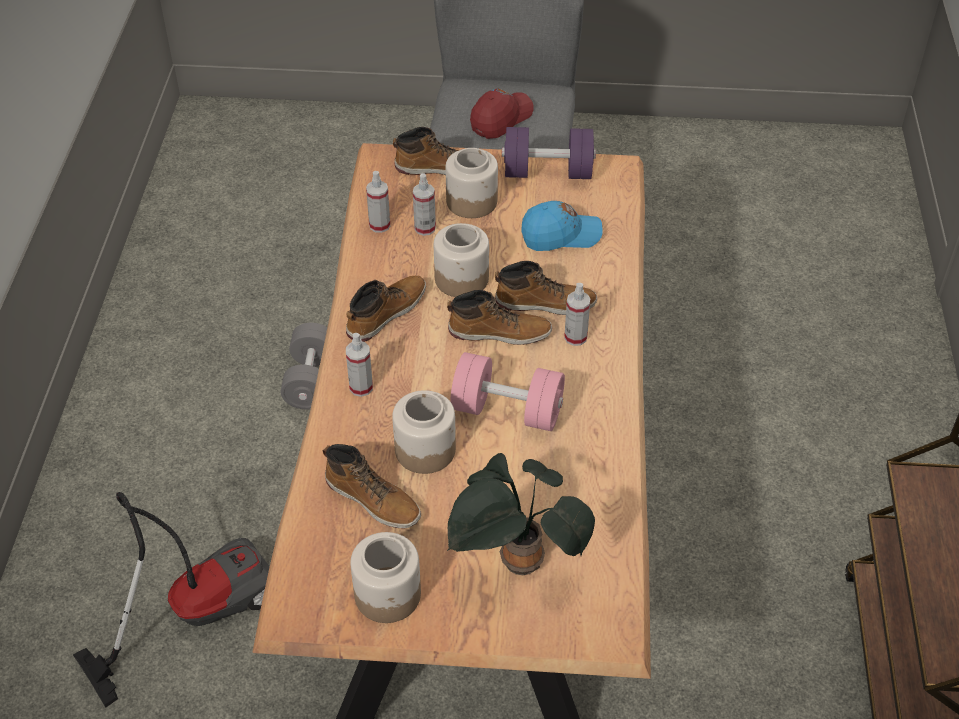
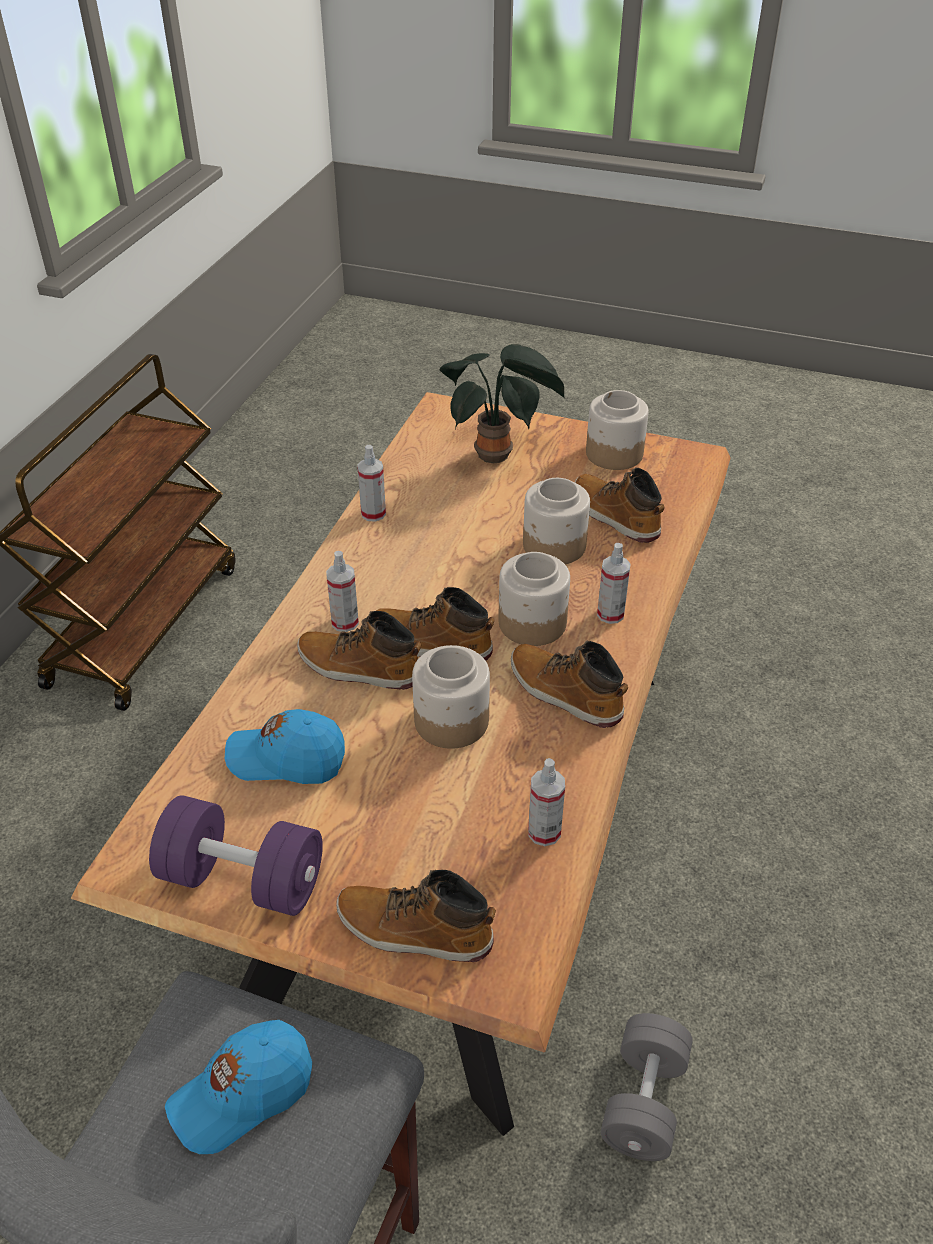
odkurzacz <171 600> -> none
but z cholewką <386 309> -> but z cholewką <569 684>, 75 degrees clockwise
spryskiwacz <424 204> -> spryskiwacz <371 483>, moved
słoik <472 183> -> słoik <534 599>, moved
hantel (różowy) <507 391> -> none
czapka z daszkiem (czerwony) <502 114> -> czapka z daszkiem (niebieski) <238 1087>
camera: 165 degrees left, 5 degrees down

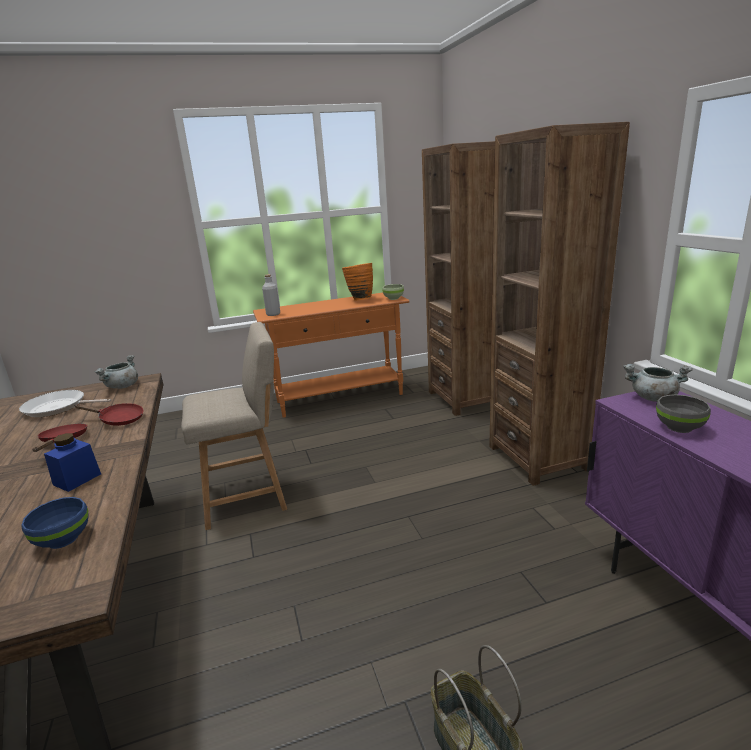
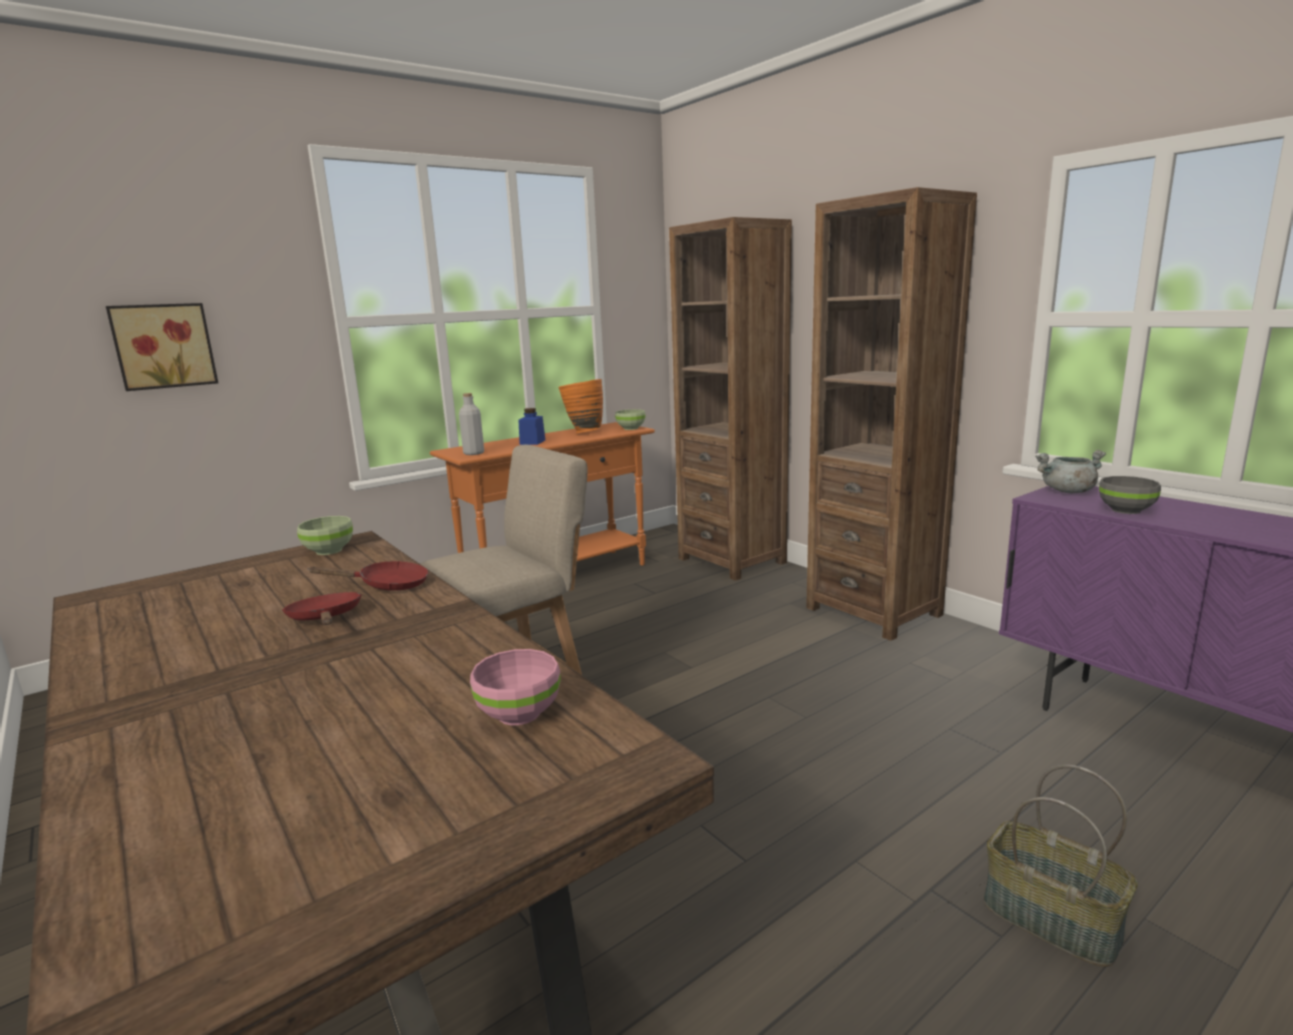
patelnia <65 403> -> none
miska (niebieski) <55 523> -> miska (różowy) <515 687>
słoik (niebieski) <72 462> -> słoik (niebieski) <531 426>, moved
garnek (szary) <116 372> -> miska (zielony) <325 535>
none -> obraz <162 347>
camera: 20 degrees left, 5 degrees down

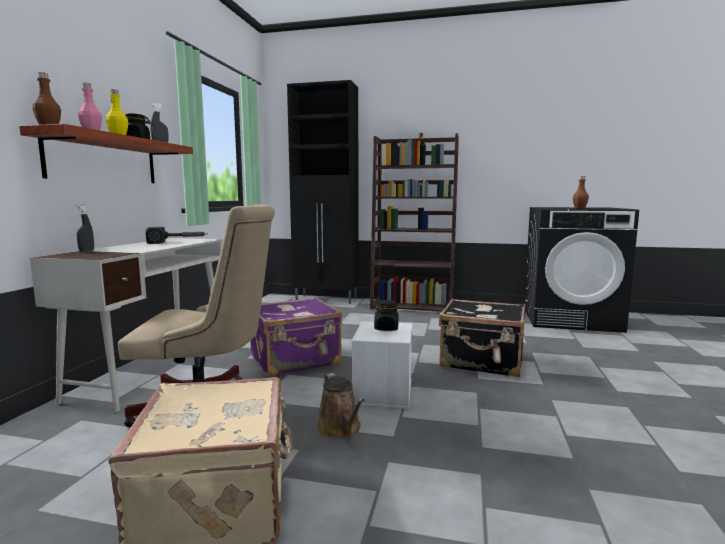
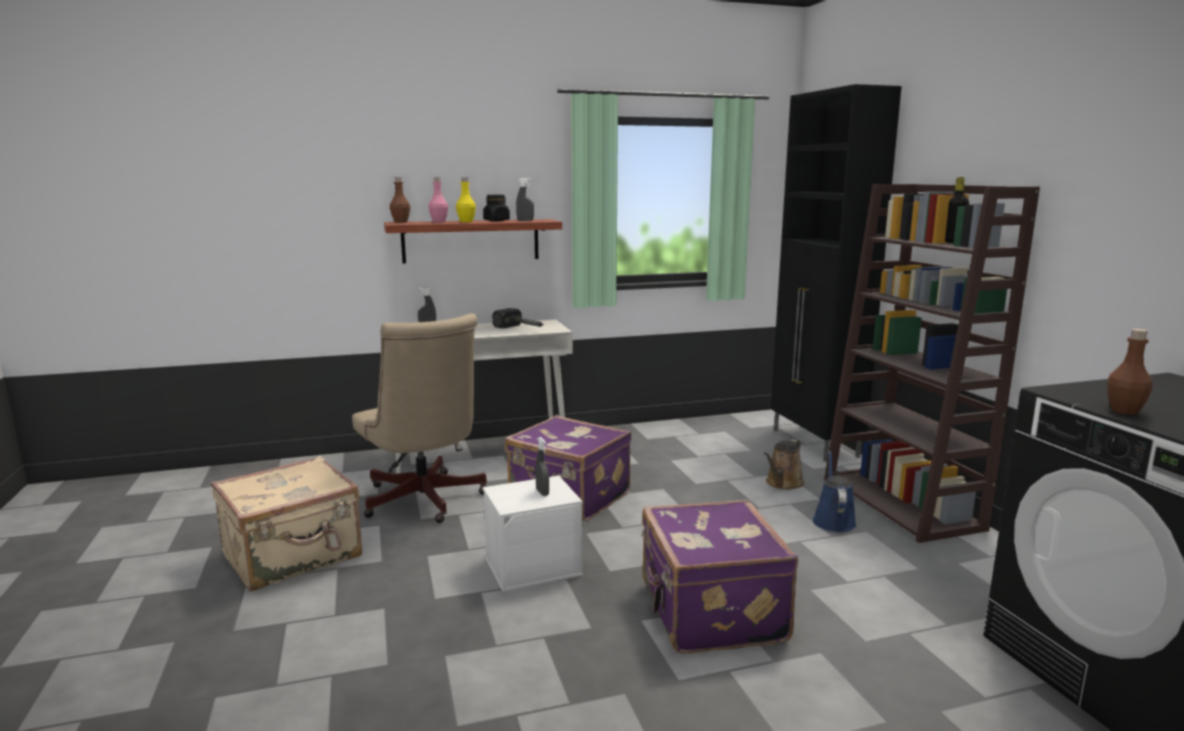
konewka (brązowy) <341 406> -> konewka (brązowy) <784 464>, moved
słoik (czarny) <386 315> -> spryskiwacz (szary) <542 466>
walizka (czarny) <482 338> -> walizka (fioletowy) <719 577>
none -> konewka (niebieski) <834 492>
camera: 60 degrees right, 5 degrees up

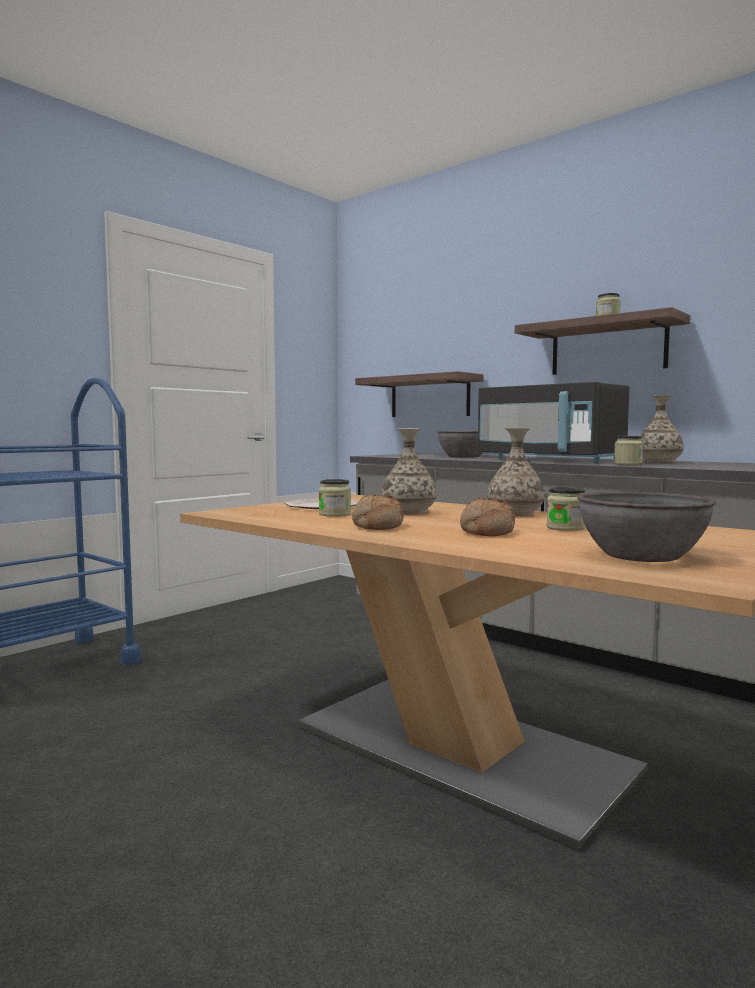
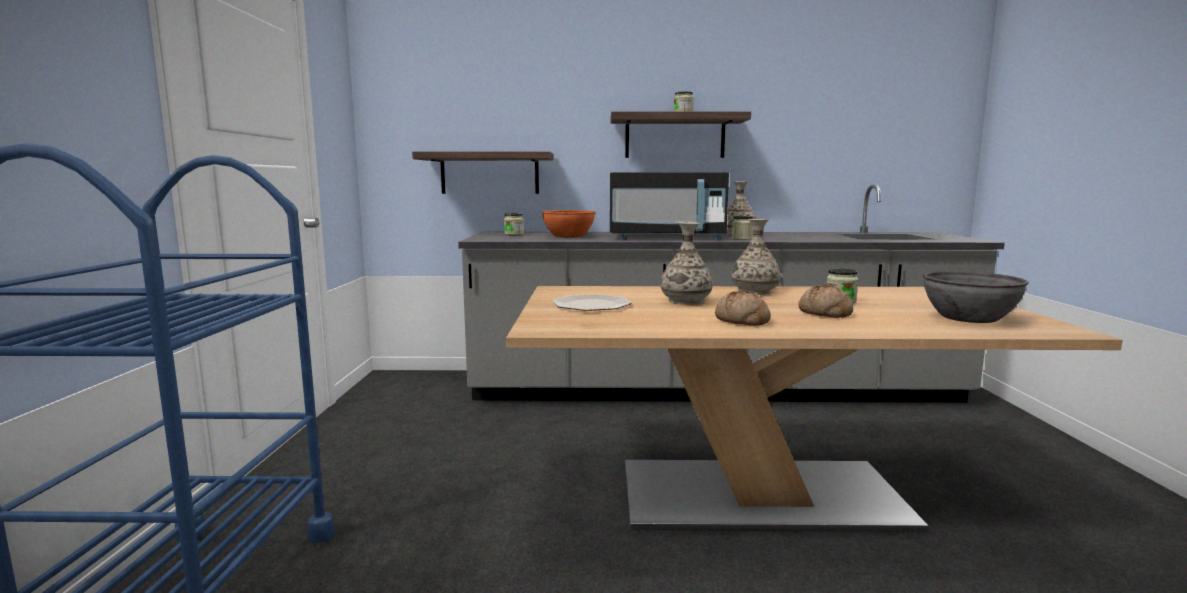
słoik <335 498> -> słoik <514 224>, moved
miska (szary) <460 444> -> miska (pomarańczowy) <569 223>
camera: 40 degrees left, 5 degrees up

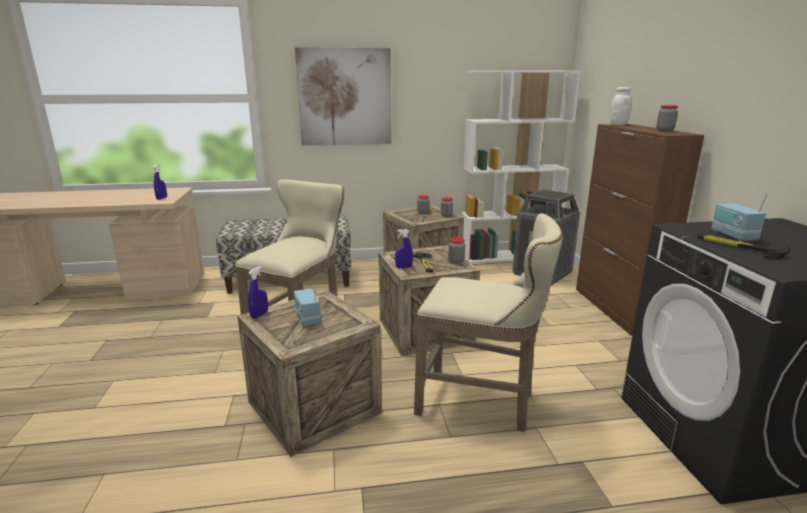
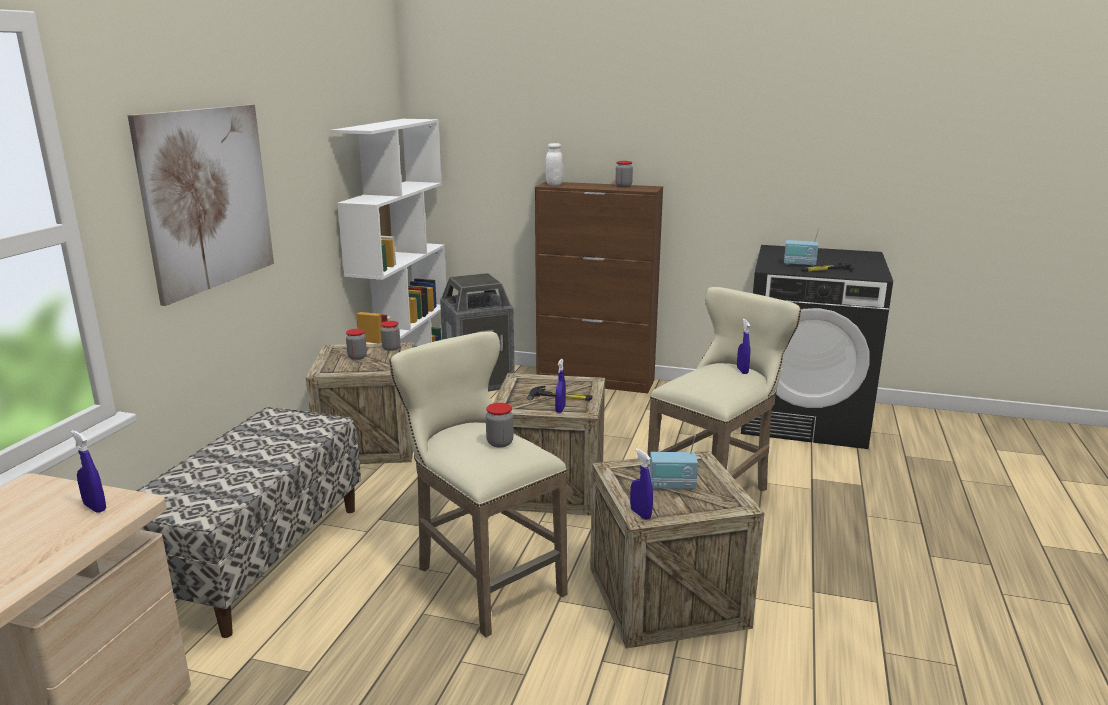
słoik <456 250> -> słoik <499 425>, moved
none -> spryskiwacz (niebieski) <743 346>
camera: 65 degrees left, 0 degrees up

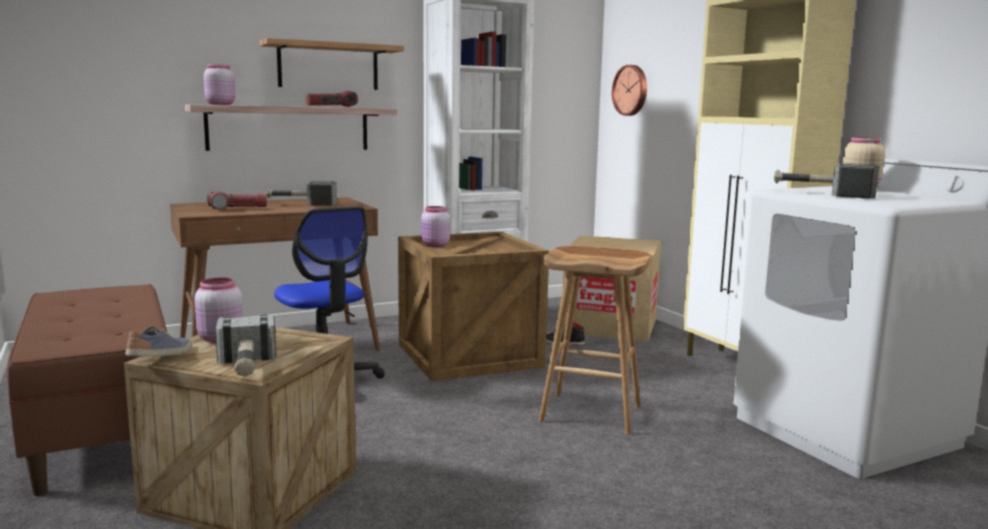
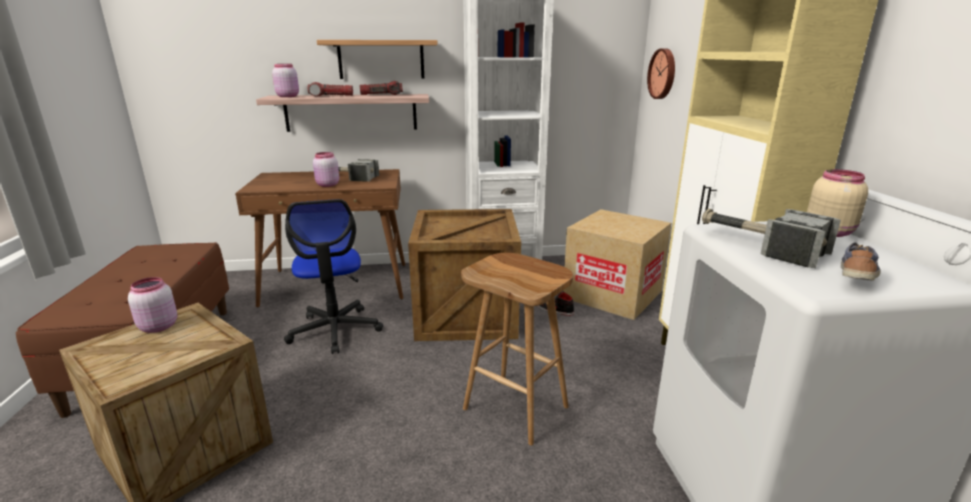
but <158 342> -> but <861 261>, moved
latarka <237 200> -> latarka <330 89>, moved
młotek <245 345> -> none
słoik (różowy) <435 226> -> słoik (różowy) <326 169>, moved
camera: 20 degrees right, 10 degrees up

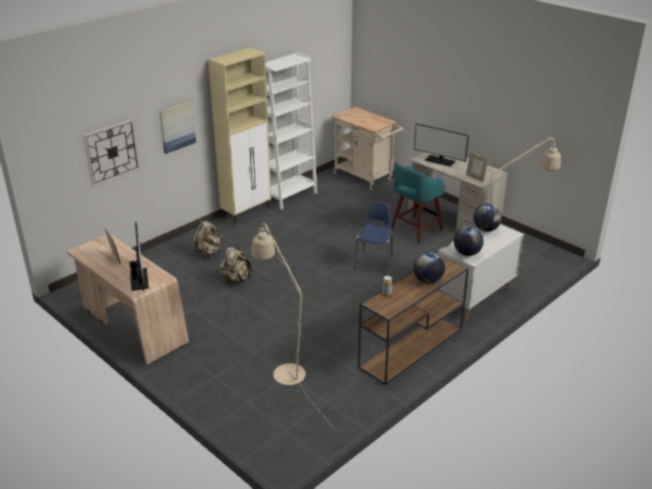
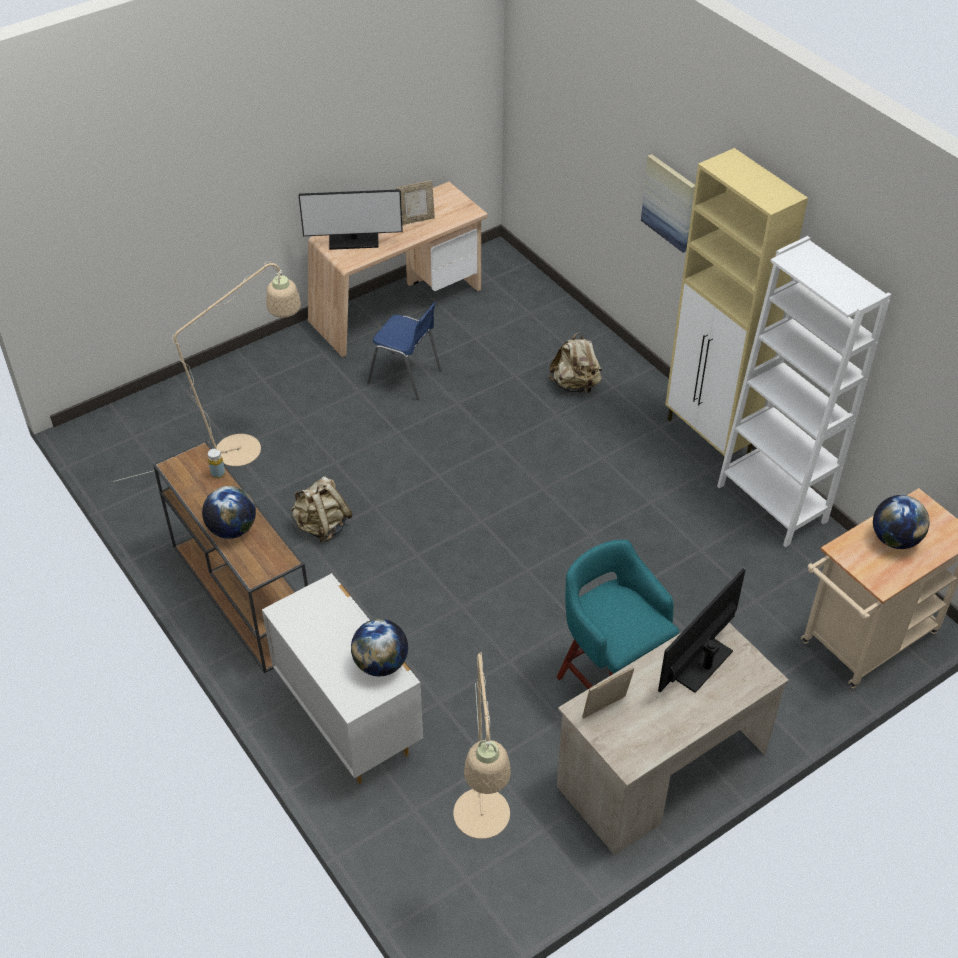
zegar ścienny <111 152> -> none
plecak (beżowy) <236 264> -> plecak (beżowy) <322 509>, moved
krzesło (niebieski) <373 238> -> krzesło (niebieski) <404 351>, moved
globus <469 241> -> globus <901 522>, moved
camera: 100 degrees right, 15 degrees up

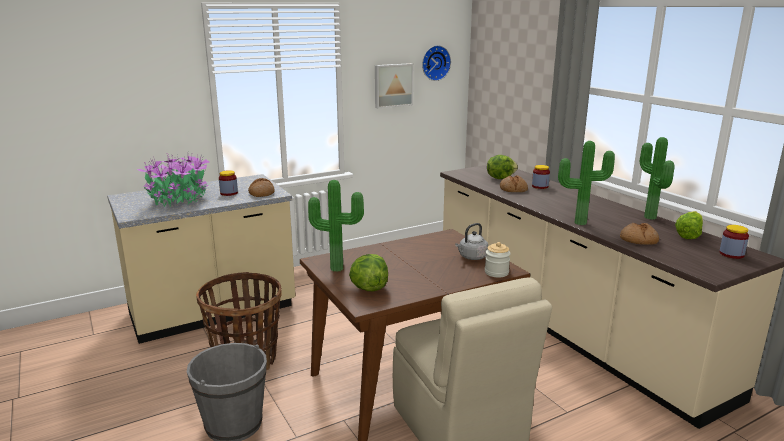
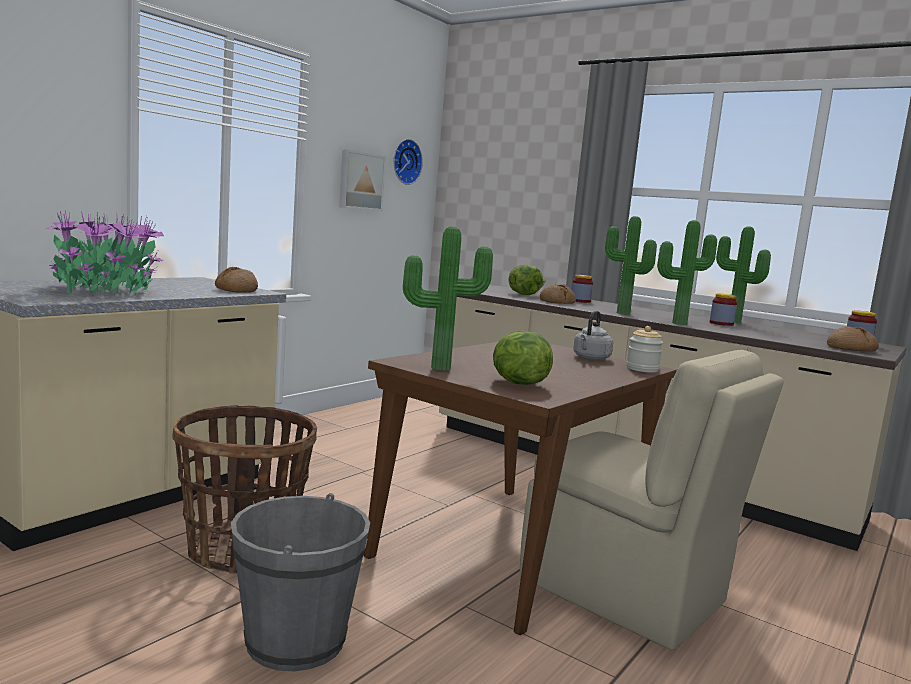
słoik <228 183> -> słoik <723 310>, moved
chleb <639 234> -> chleb <853 339>, moved
sałata <689 225> -> none
none -> roślina doniczkowa <631 265>
camera: 25 degrees left, 10 degrees down

